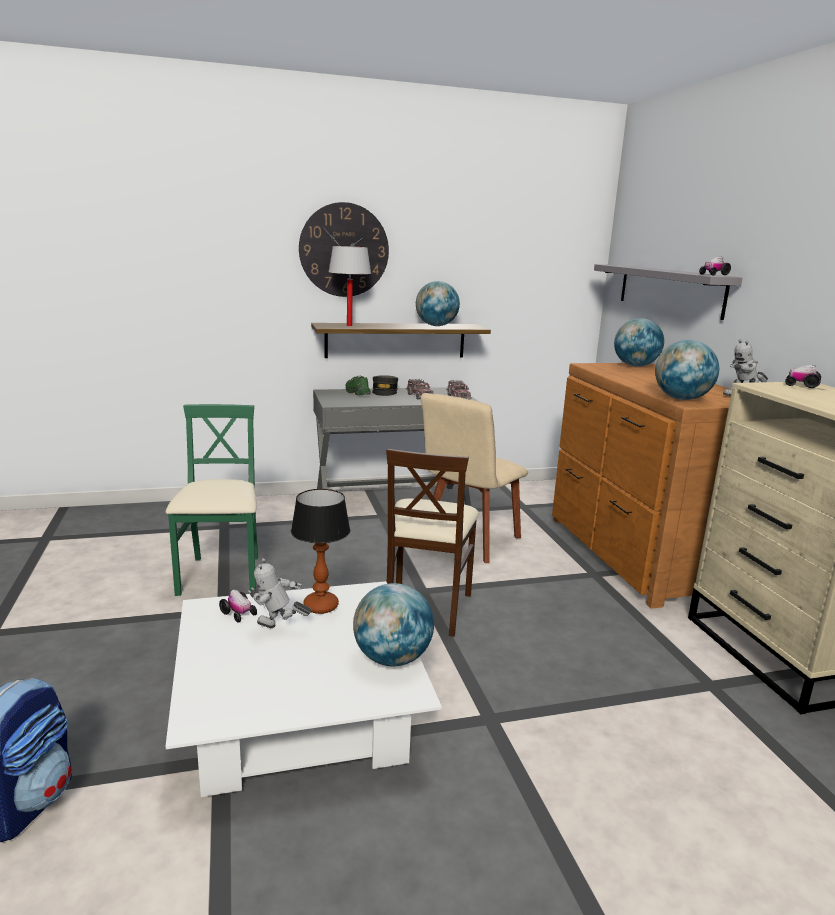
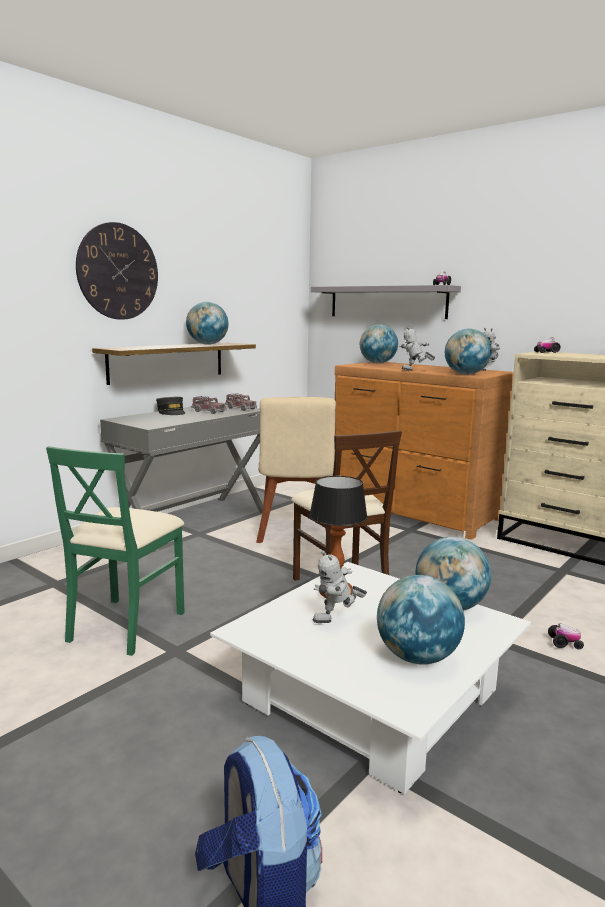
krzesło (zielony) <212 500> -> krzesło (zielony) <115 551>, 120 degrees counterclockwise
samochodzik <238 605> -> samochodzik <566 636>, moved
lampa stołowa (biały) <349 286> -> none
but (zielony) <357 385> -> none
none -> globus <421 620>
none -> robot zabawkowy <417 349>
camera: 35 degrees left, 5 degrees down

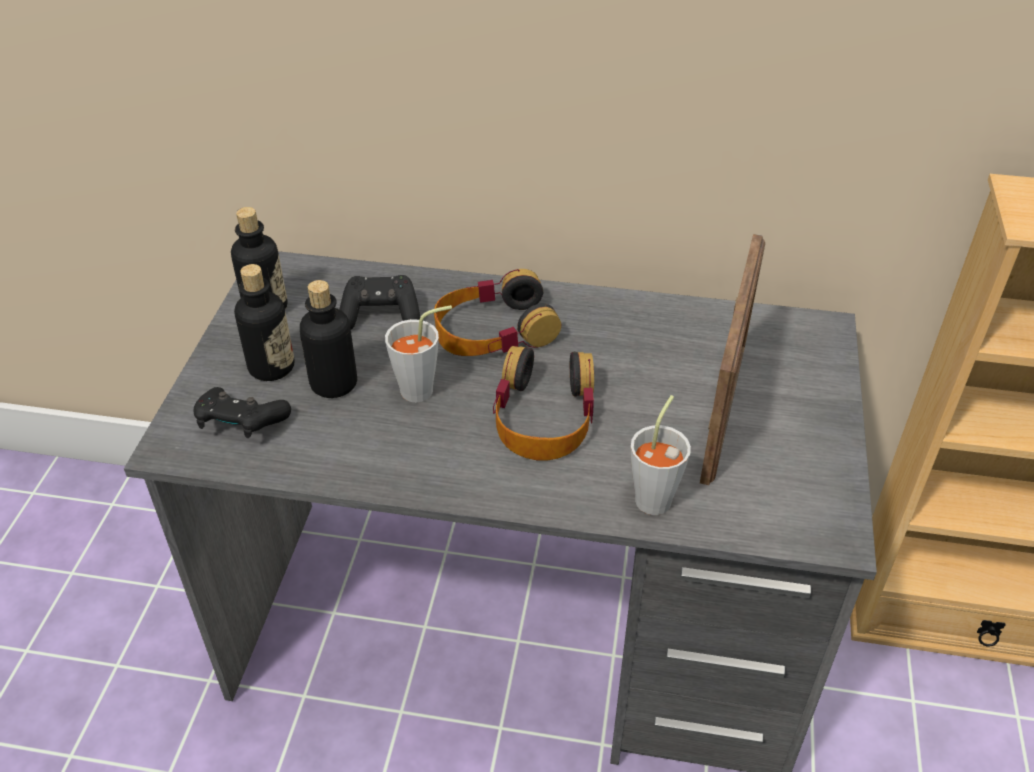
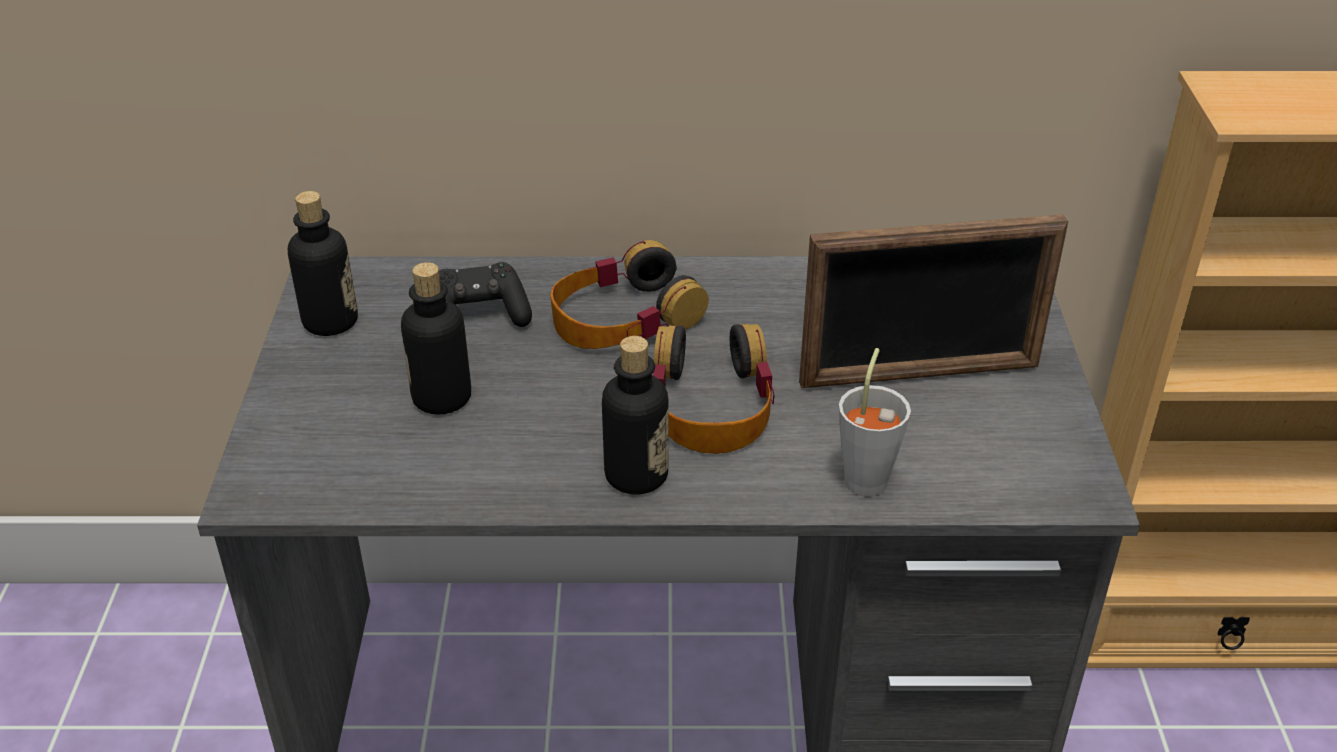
pad do gier (czarny) <242 412> -> none
butelka <264 322> -> butelka <635 415>, moved
filiżanka (szary) <418 353> -> none
ramka na zdjęcie <732 359> -> ramka na zdjęcie <934 301>, 75 degrees clockwise
camera: 10 degrees left, 5 degrees down

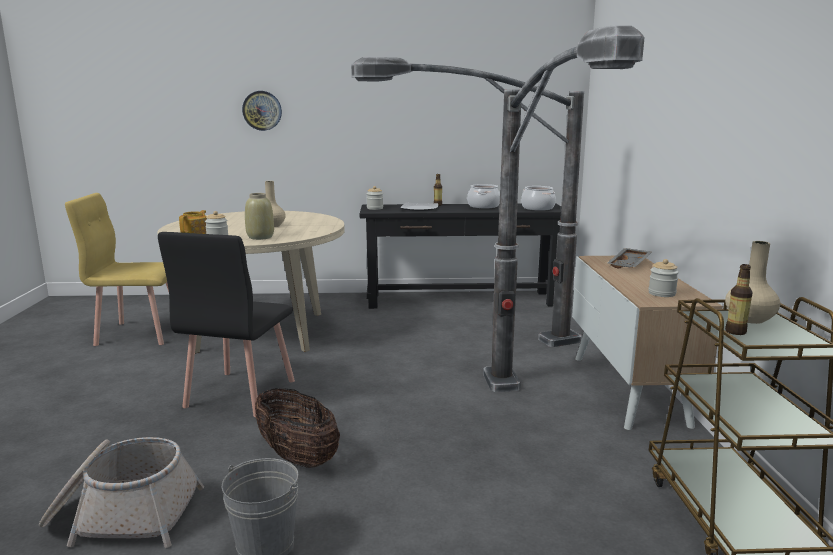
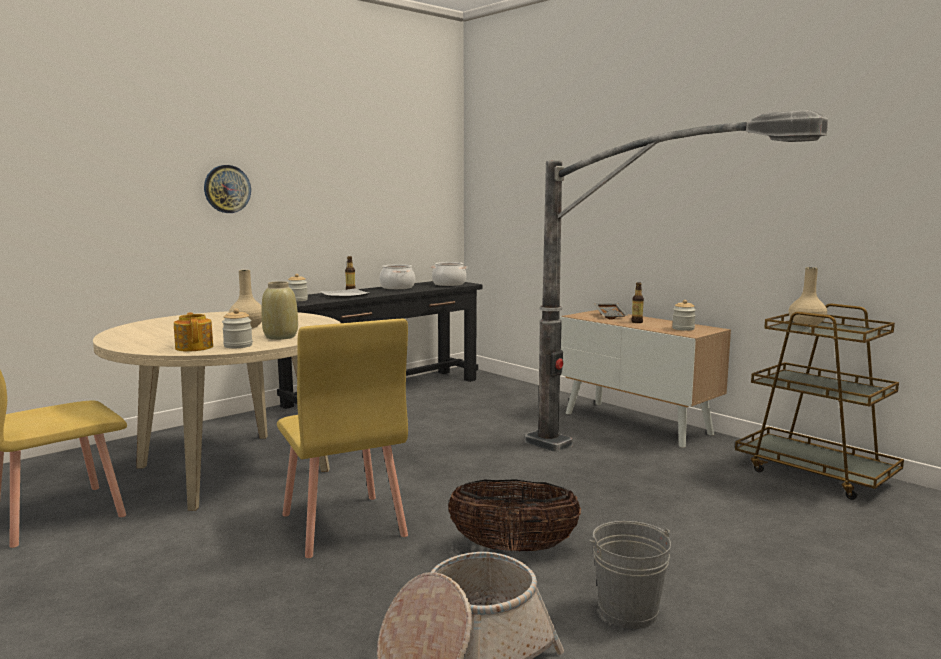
krzesło (czarny) <226 324> -> krzesło (żółty) <342 438>
zegar ścienny <262 111> -> zegar ścienny <227 189>, moved
lampa stojąca <467 202> -> none
butelka <738 299> -> butelka <637 302>, moved
camera: 40 degrees left, 5 degrees down

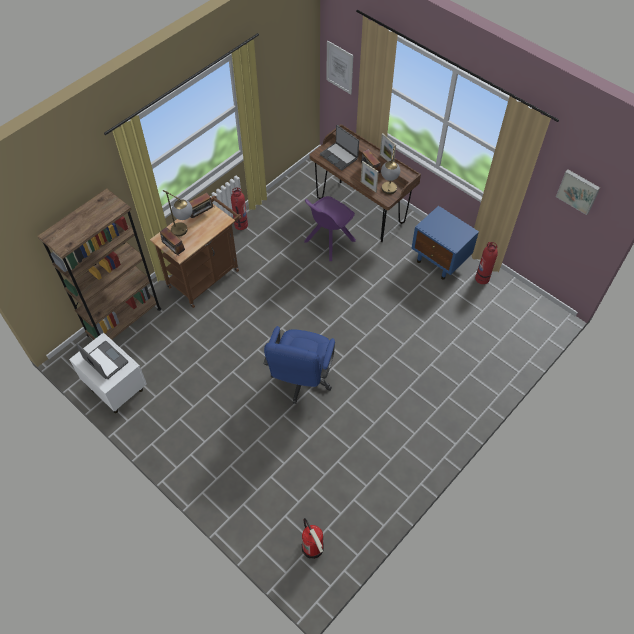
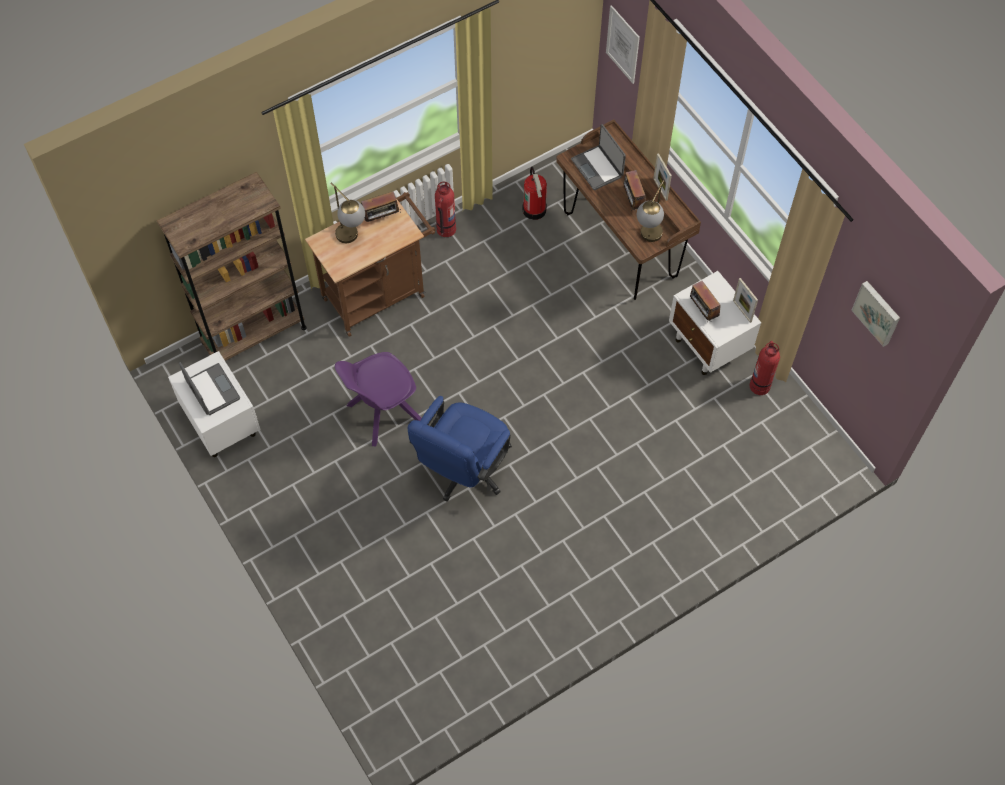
radio <172 241> -> radio <705 301>, moved
gaśnica <313 538> -> gaśnica <534 193>, moved
krzesło (fioletowy) <330 228> -> krzesło (fioletowy) <378 399>, moved
ramka na zdjęcie <370 176> -> ramka na zdjęcie <745 300>, moved
szafka nocna (niebieski) <445 243> -> szafka nocna (biały) <715 323>
camera: 15 degrees right, 5 degrees up

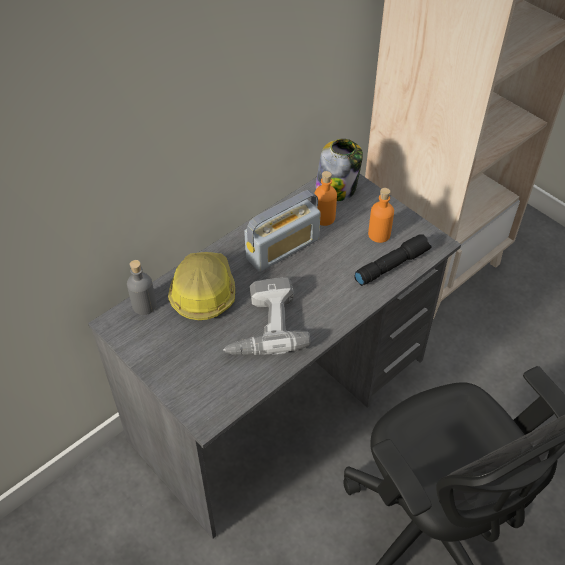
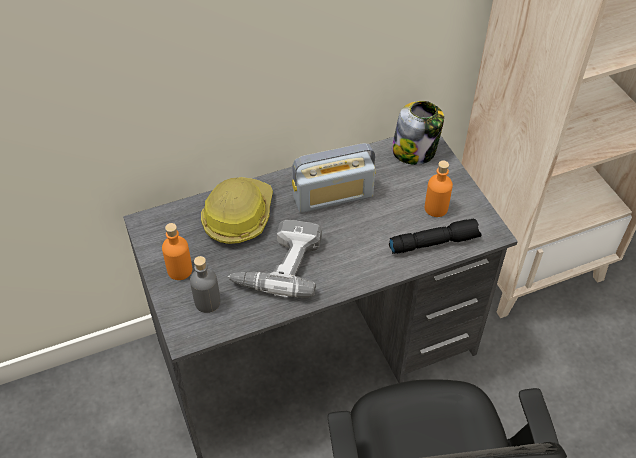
butelka (szary) <141 287> -> butelka (szary) <205 284>, moved
butelka (pomarańczowy) <325 198> -> butelka (pomarańczowy) <177 251>, moved
camera: 20 degrees right, 0 degrees up

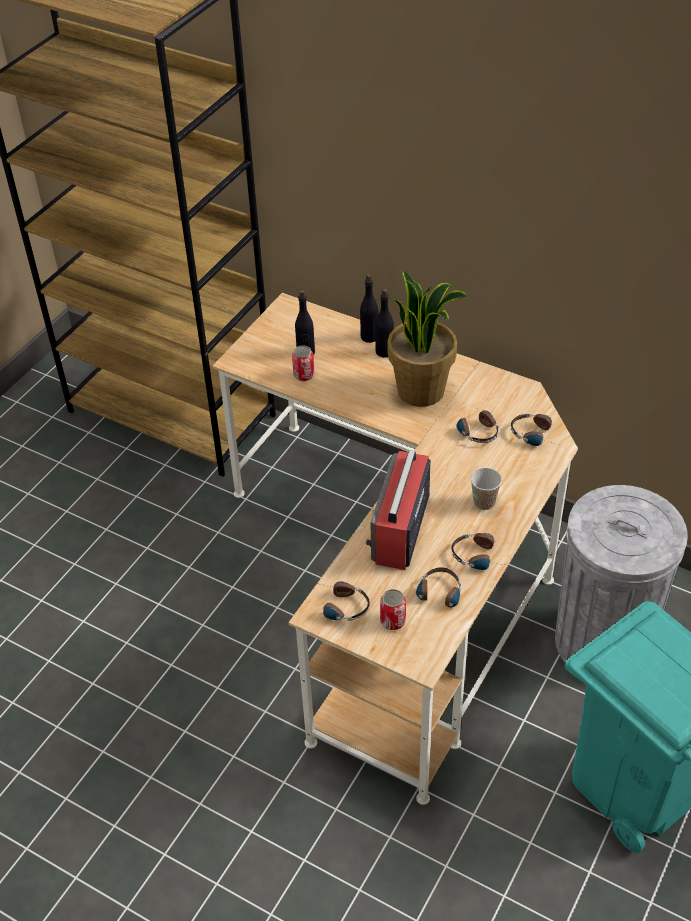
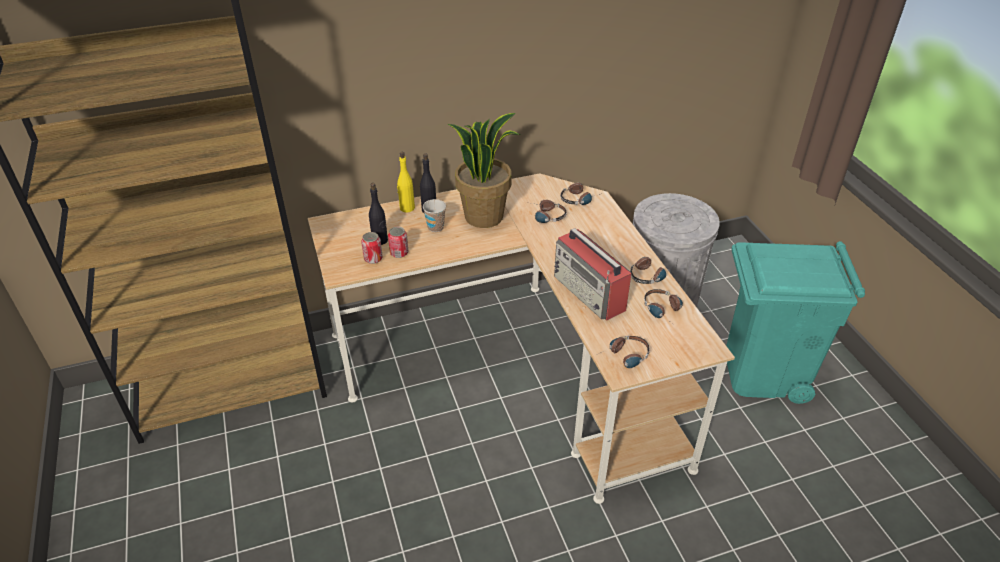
butelka (czarny) <369 308> -> butelka (żółty) <406 182>
puszka <393 609> -> puszka <372 248>, moved
filiżanka <486 488> -> filiżanka <434 215>, moved
camera: 50 degrees left, 5 degrees down

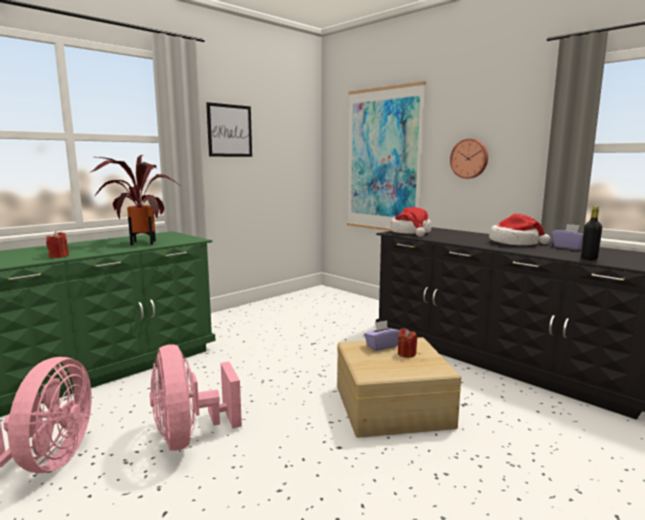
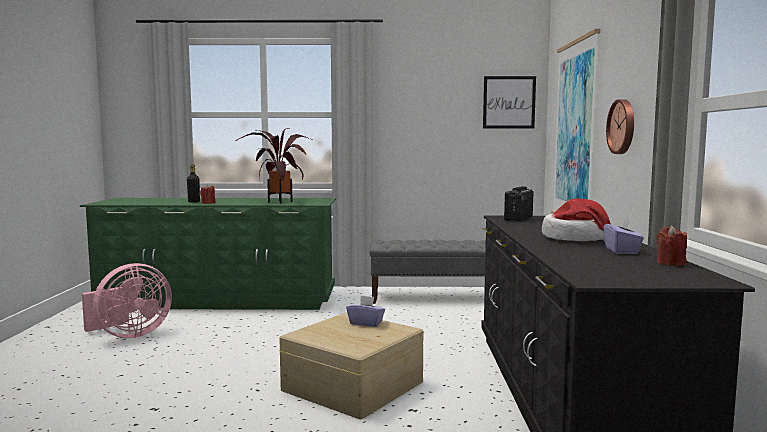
wentylator (różowy) <196 397> -> none
obraz <229 129> -> obraz <509 102>, moved
kapelusz <411 222> -> radio <518 204>
świeca (czerwony) <407 343> -> świeca (czerwony) <671 246>, moved
butelka (czarny) <591 233> -> butelka (czarny) <193 183>, moved
none -> ławka (szary) <428 271>
camera: 45 degrees right, 5 degrees down

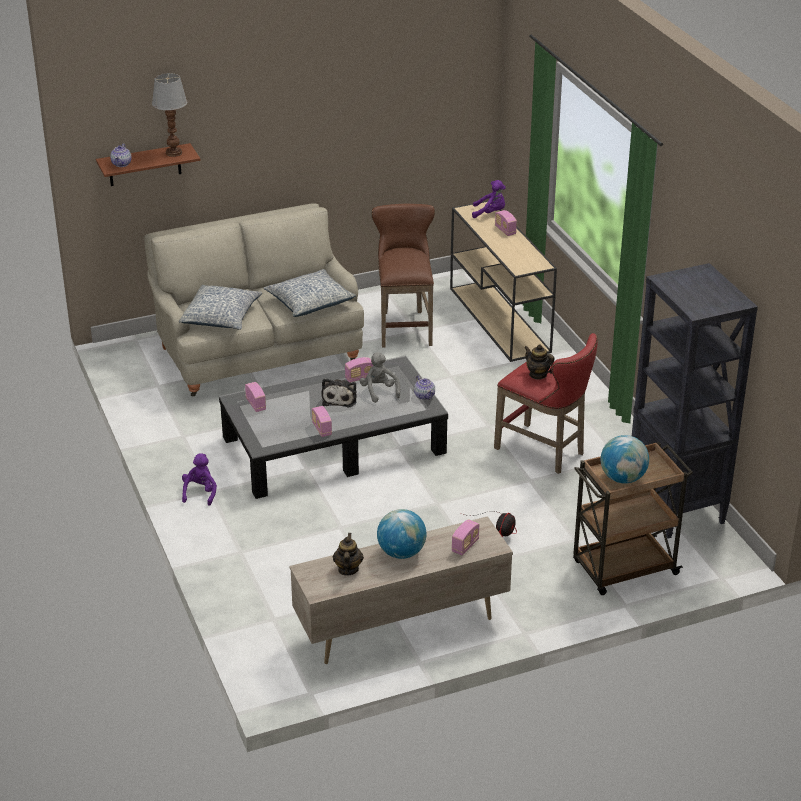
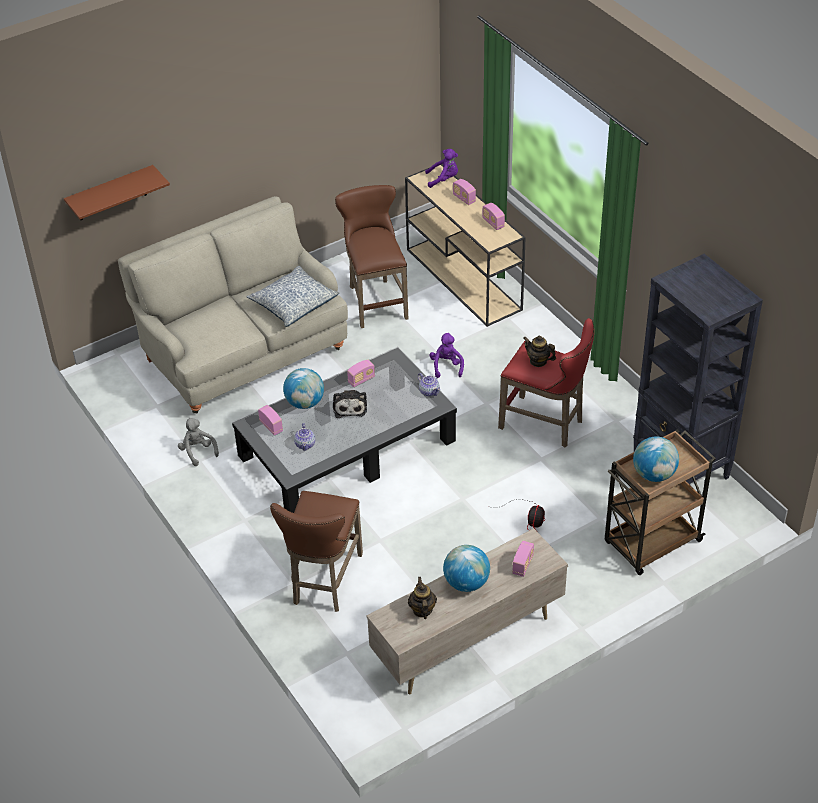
imbryk <121 155> -> imbryk <304 437>, moved
lampa stołowa <169 115> -> none
poduszka <220 307> -> none
pluszak (fioletowy) <199 479> -> pluszak (fioletowy) <446 355>, moved
radio <322 421> -> radio <493 216>, moved
pluszak (szary) <380 377> -> pluszak (szary) <198 442>, moved
none -> stołek (brązowy) <316 551>
none -> globus <303 388>
camera: 10 degrees left, 10 degrees up

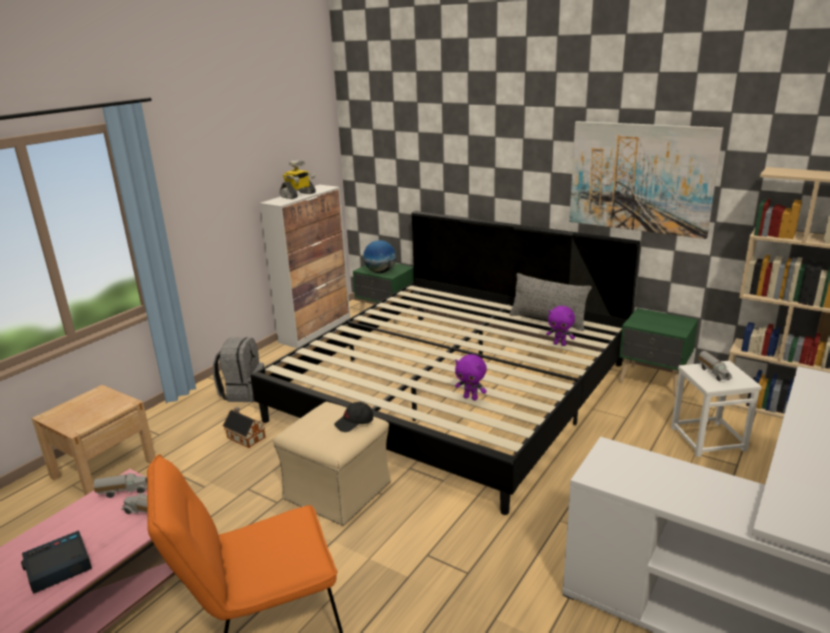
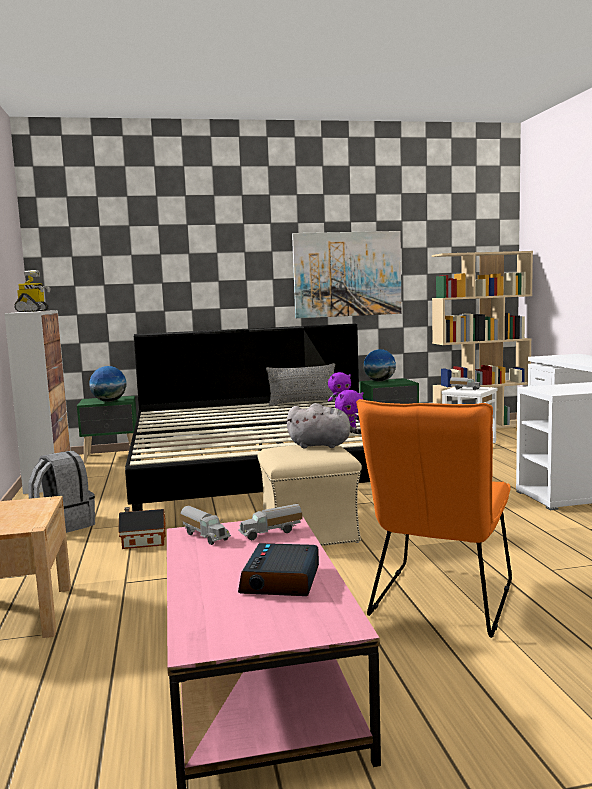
ciężarówka zabawkowa <120 485> -> ciężarówka zabawkowa <205 525>, 105 degrees clockwise
czapka z daszkiem (czarny) <353 417> -> pluszak (szary) <323 425>
none -> globus <380 365>
camera: 45 degrees left, 15 degrees down

